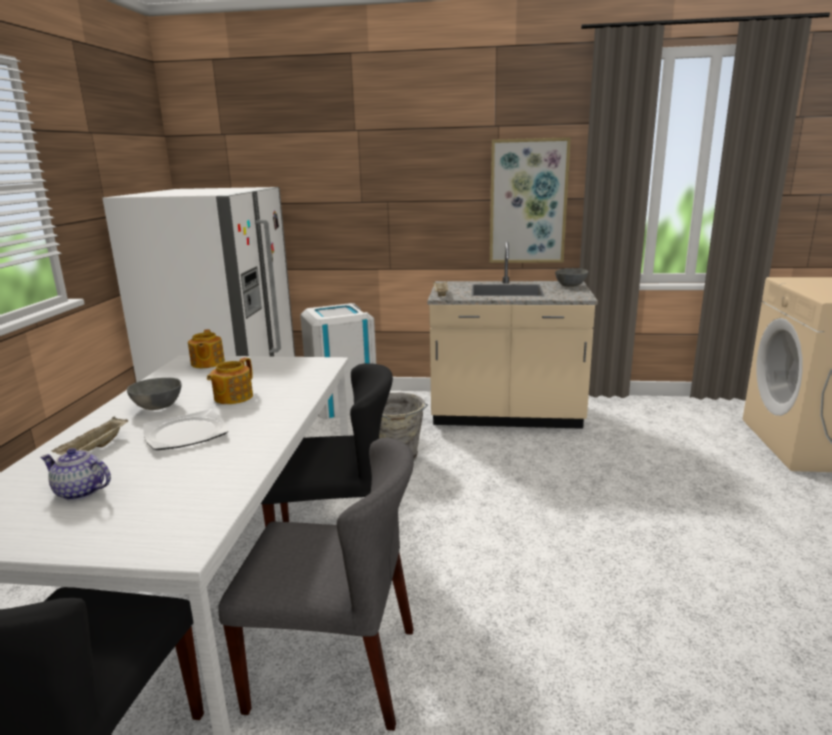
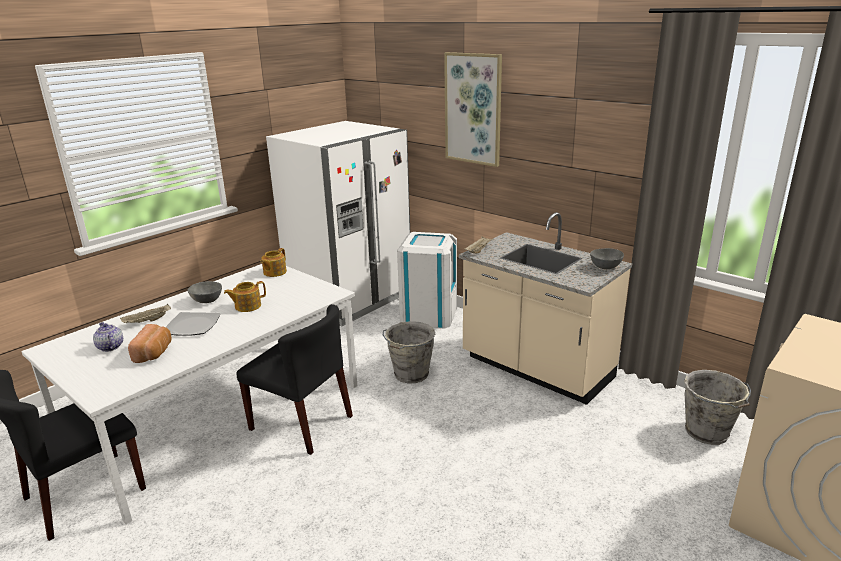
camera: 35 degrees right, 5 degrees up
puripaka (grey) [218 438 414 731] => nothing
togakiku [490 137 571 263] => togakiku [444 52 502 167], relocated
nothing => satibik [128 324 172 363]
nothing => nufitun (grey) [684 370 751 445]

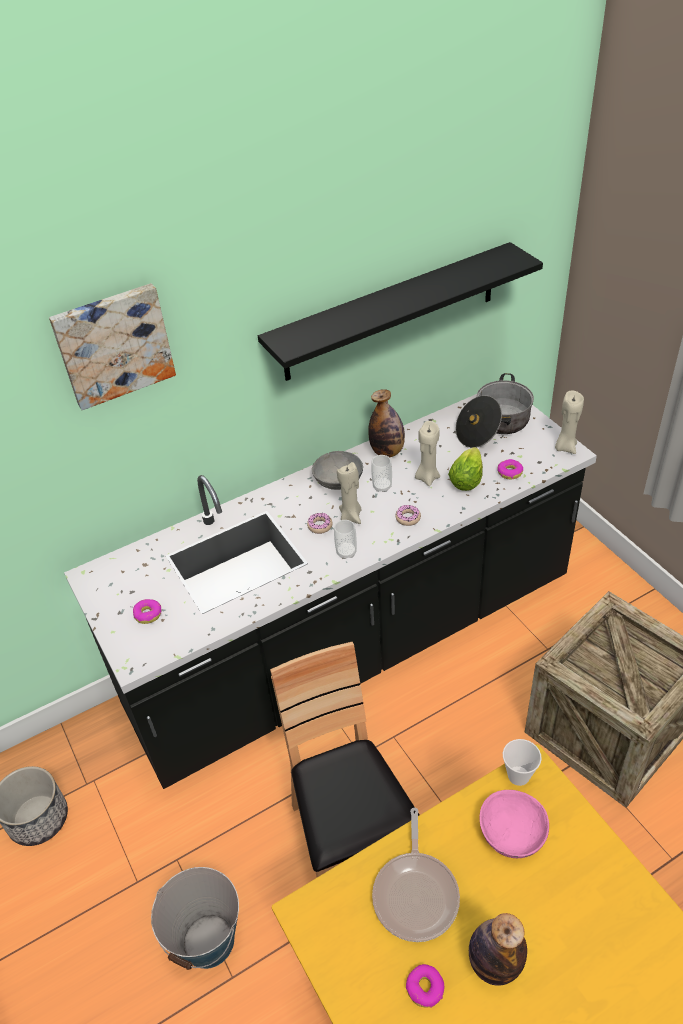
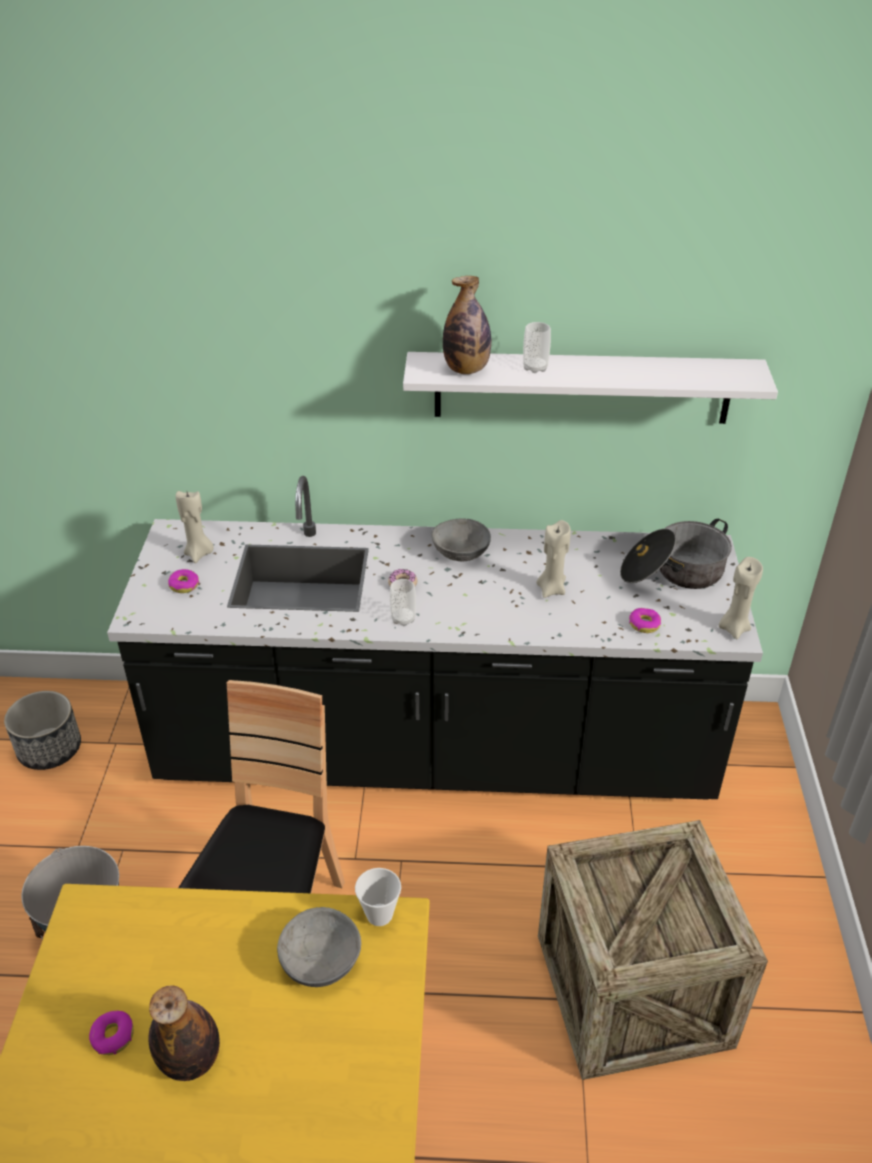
camera: 30 degrees right, 5 degrees down
togakiku [49 283 176 410] => nothing
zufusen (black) [258 242 543 381] => zufusen (white) [403 352 778 424]
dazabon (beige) [337 462 362 524] => dazabon (beige) [176 491 214 563], relocated
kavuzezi [369 389 405 457] => kavuzezi [443 276 491 374], relocated
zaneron [371 455 392 492] => zaneron [523 322 551 373], relocated
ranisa [372 808 460 942] => nothing
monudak [395 505 421 526] => nothing
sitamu [448 447 483 491] => nothing
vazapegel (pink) [480 790 549 858] => vazapegel (grey) [277 907 361 987]

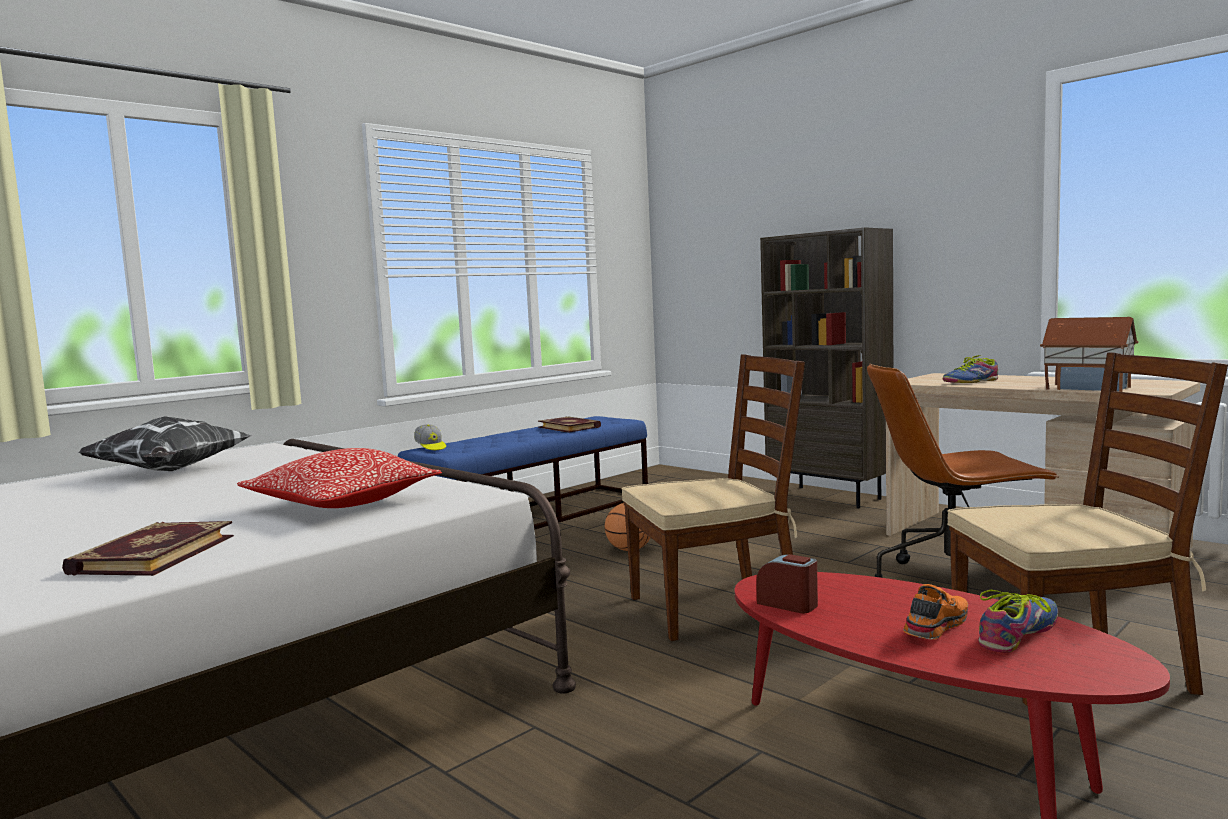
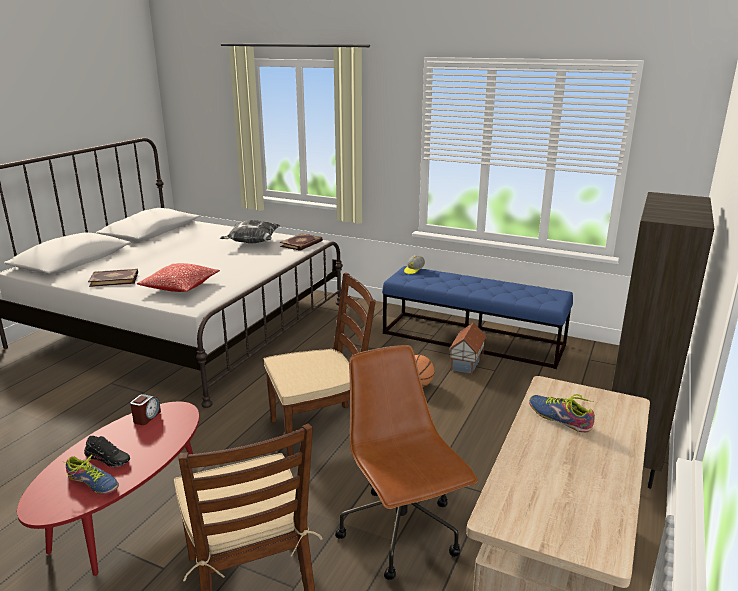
camera: 70 degrees right, 15 degrees up
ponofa [538 416 601 433] => ponofa [280 233 323 251], relocated
puripaka (brown) [622 354 805 641] => puripaka (brown) [264 273 376 457], 75 degrees counterclockwise
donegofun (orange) [903 584 968 640] => donegofun (black) [84 436 130 467]
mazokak [1040 317 1138 392] => mazokak [449 322 487 375], relocated

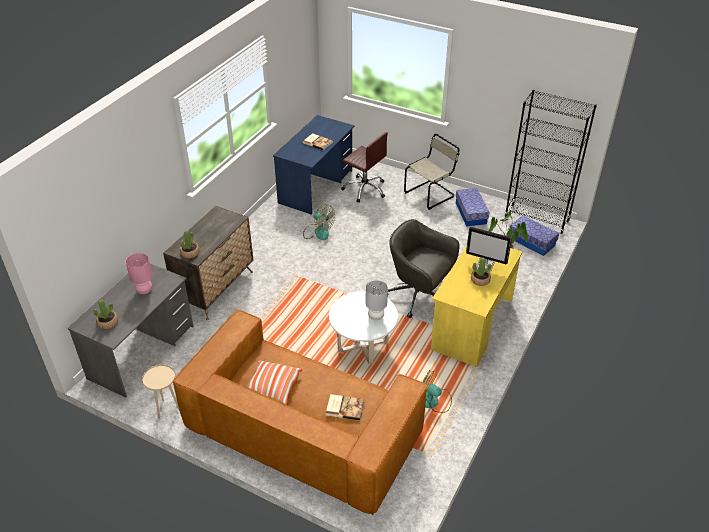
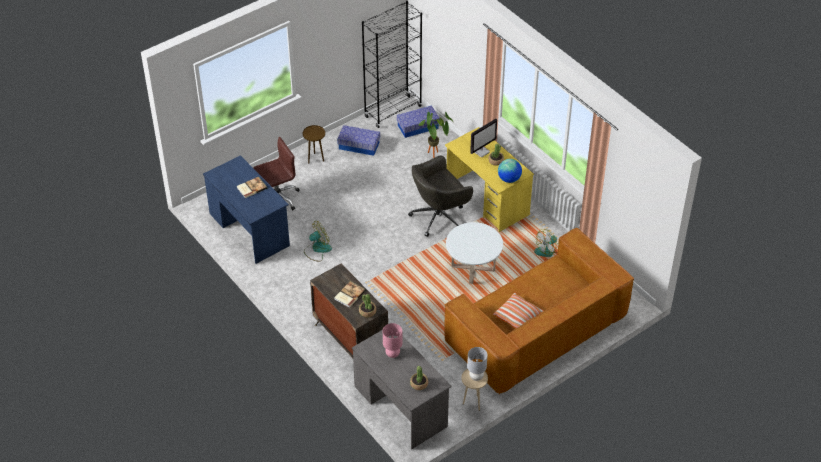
camera: 65 degrees left, 5 degrees up
ponofa [325 394 364 420] => ponofa [334 281 366 308], relocated
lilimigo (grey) [365 280 388 321] => lilimigo (grey) [467 347 487 381], relocated
puripaka (beige) [404 134 460 210] => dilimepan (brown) [303 125 325 164]
nothing => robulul [498 159 522 183]

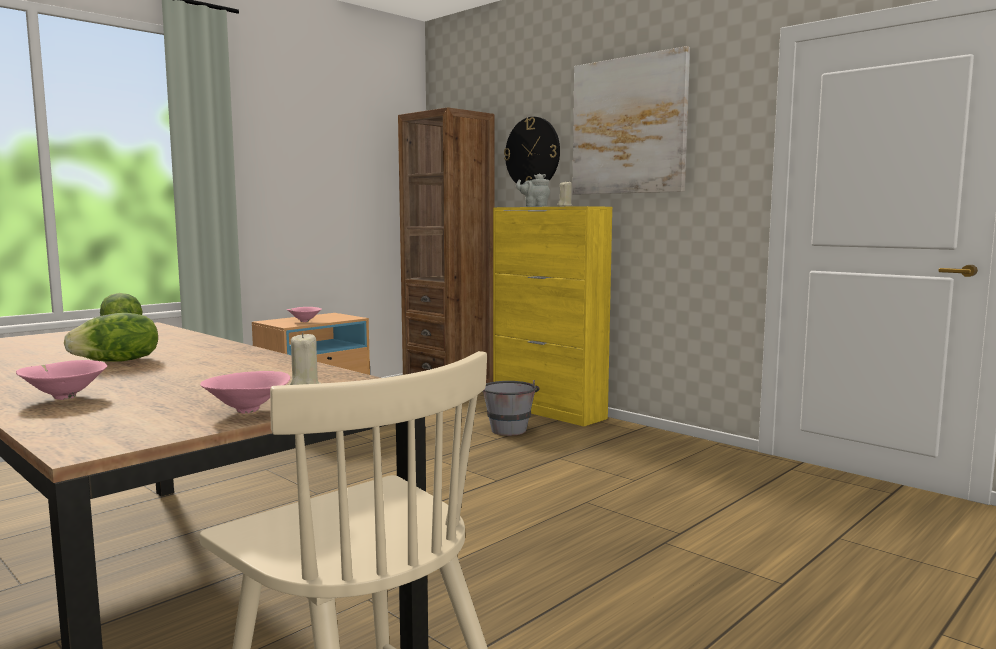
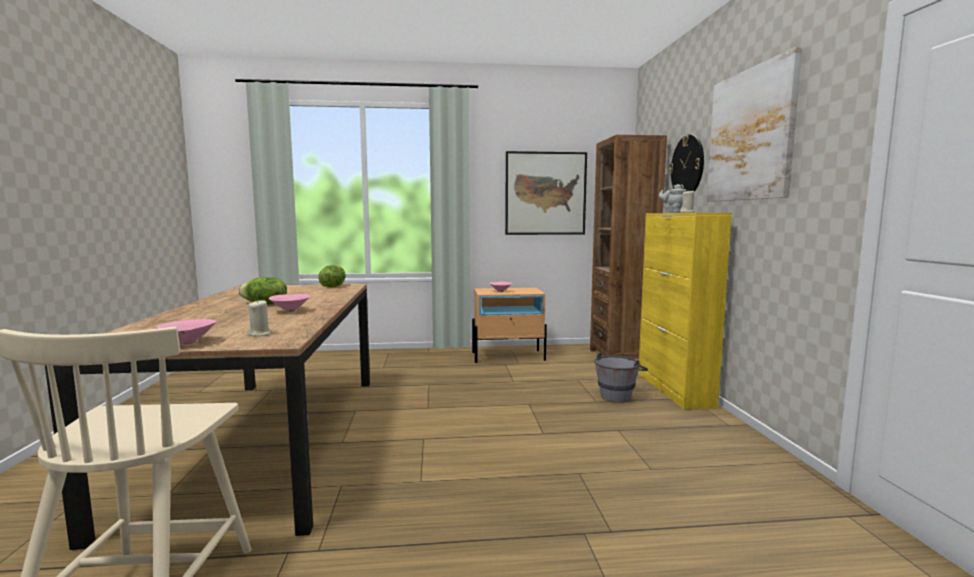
camera: 40 degrees right, 0 degrees up
vazapegel (pink) [16 360 107 400] => vazapegel (pink) [269 294 310 312], relocated
nothing => togakiku [505 151 587 235]

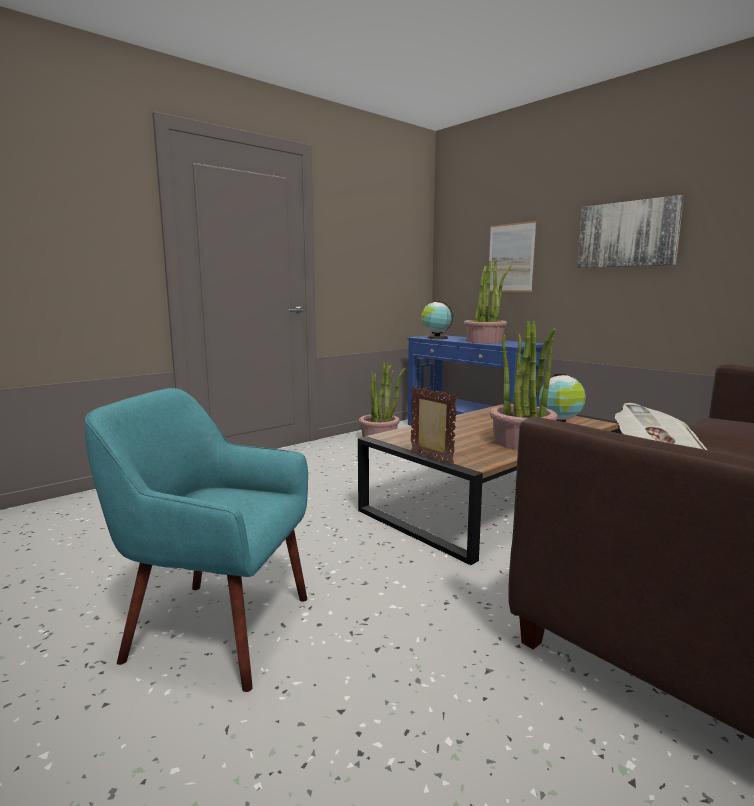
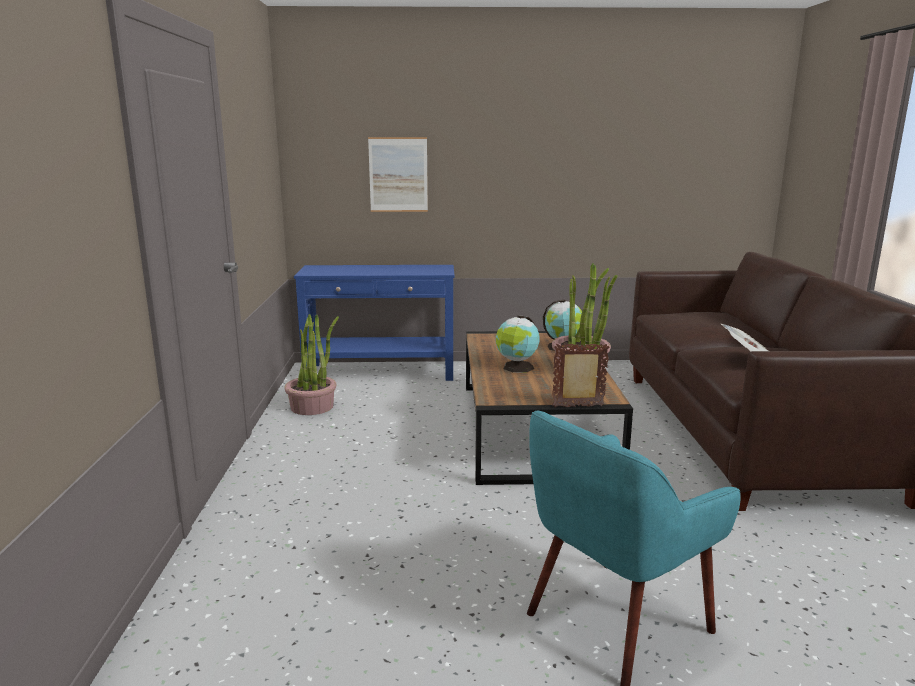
camera: 50 degrees left, 5 degrees up
robulul [421 301 453 339] => robulul [496 315 539 373], relocated
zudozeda [464 260 511 344] => nothing
togakiku [577 195 684 268] => nothing

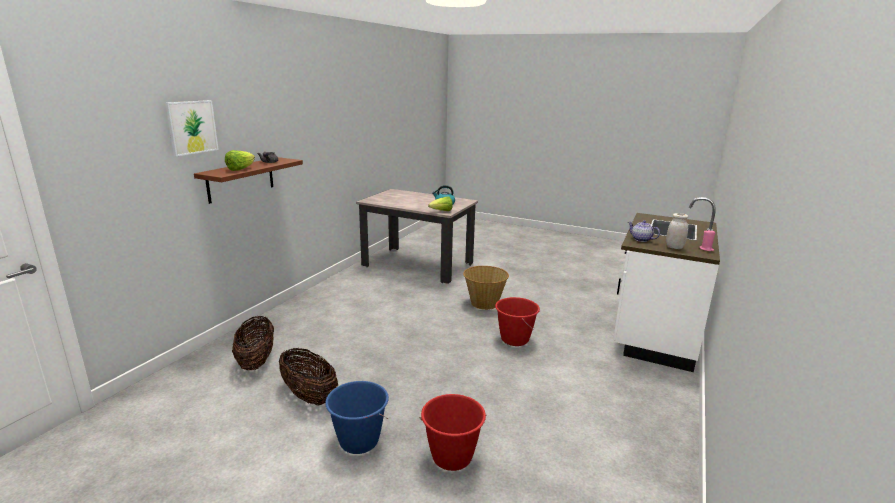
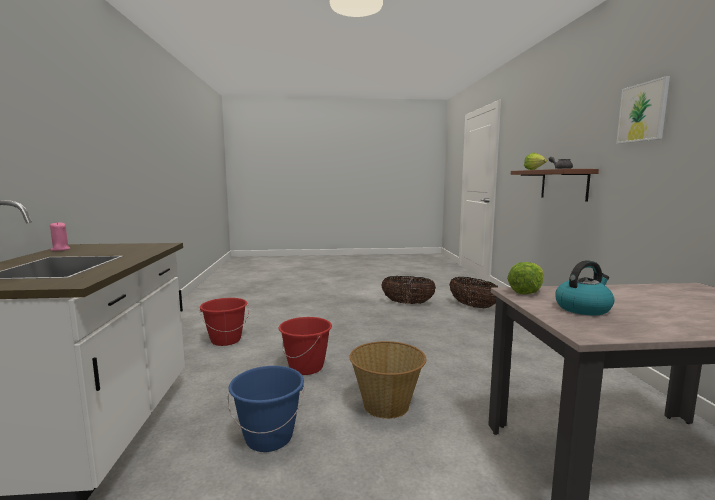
camera: 150 degrees right, 10 degrees down
togakiku [165 100 219 156] => togakiku [616 76 670 144], relocated
nufitun (blue) [325 381 389 454] => nufitun (blue) [228 366 304 452], relocated
nufitun (red) [420 394 486 471] => nufitun (red) [200 298 249 346], relocated
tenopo [628 220 660 242] => nothing
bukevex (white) [666 213 688 249] => nothing

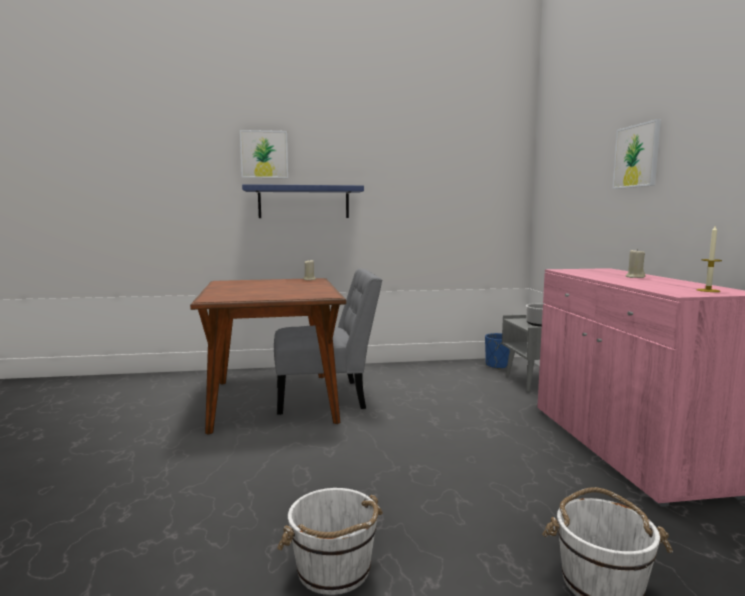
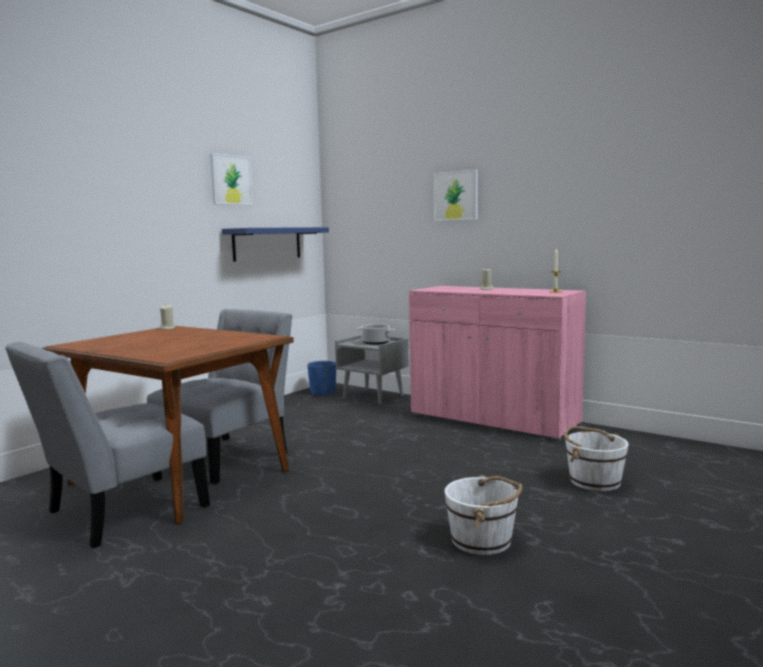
camera: 45 degrees left, 0 degrees up
togakiku [240 130 288 178] => togakiku [210 153 253 205], relocated
zufusen (blue) [242 184 364 218] => zufusen (blue) [222 227 329 262], relocated
nothing => puripaka (grey) [5 342 210 548]

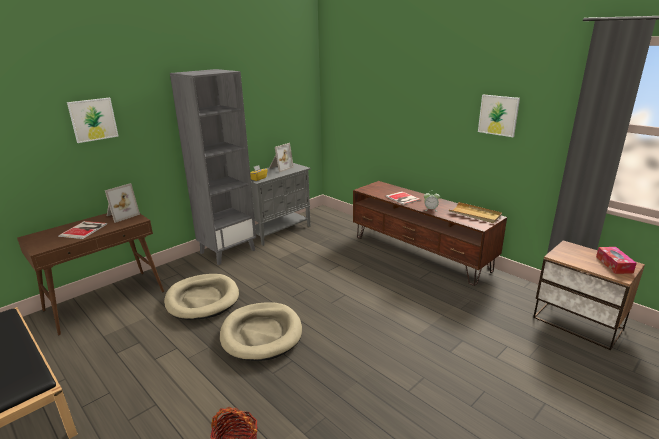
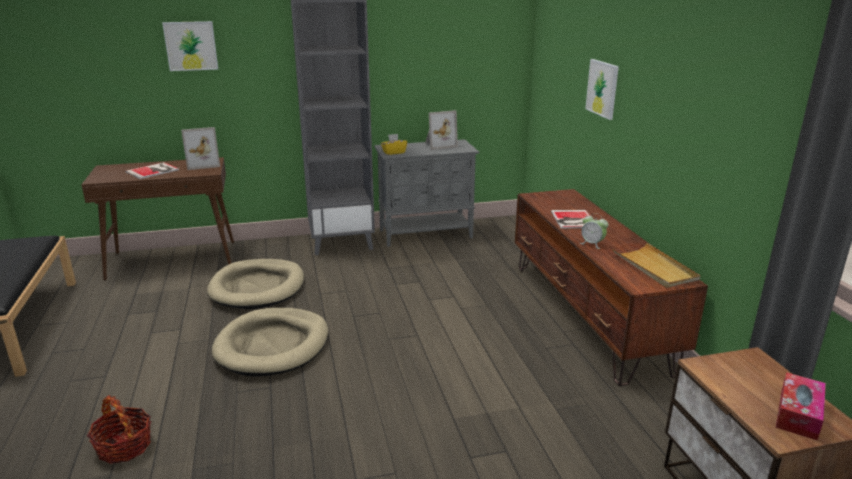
camera: 30 degrees right, 0 degrees up
togakiku [478 94 520 137] => togakiku [585 59 619 120], relocated

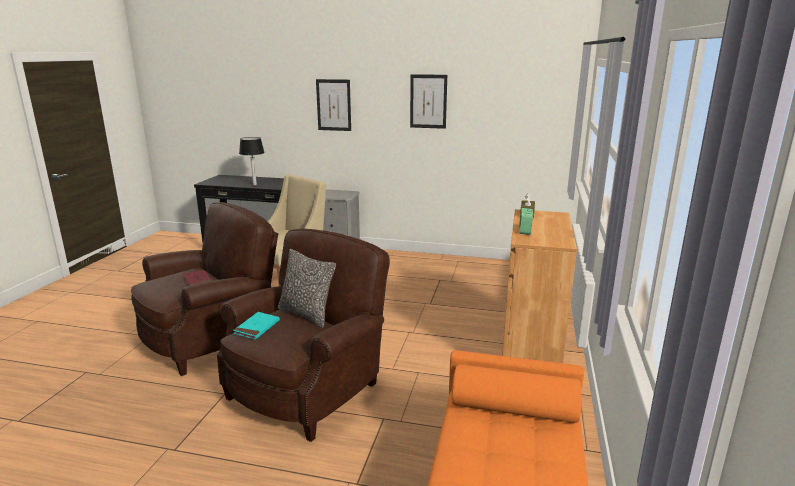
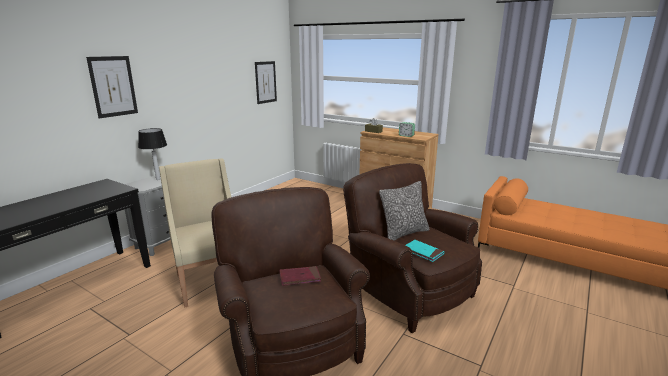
camera: 70 degrees left, 0 degrees up
lilimigo [239 137 265 185] => lilimigo [138 128 167 180], relocated
togakiku [410 74 447 129] => togakiku [255 61 277 104], relocated

